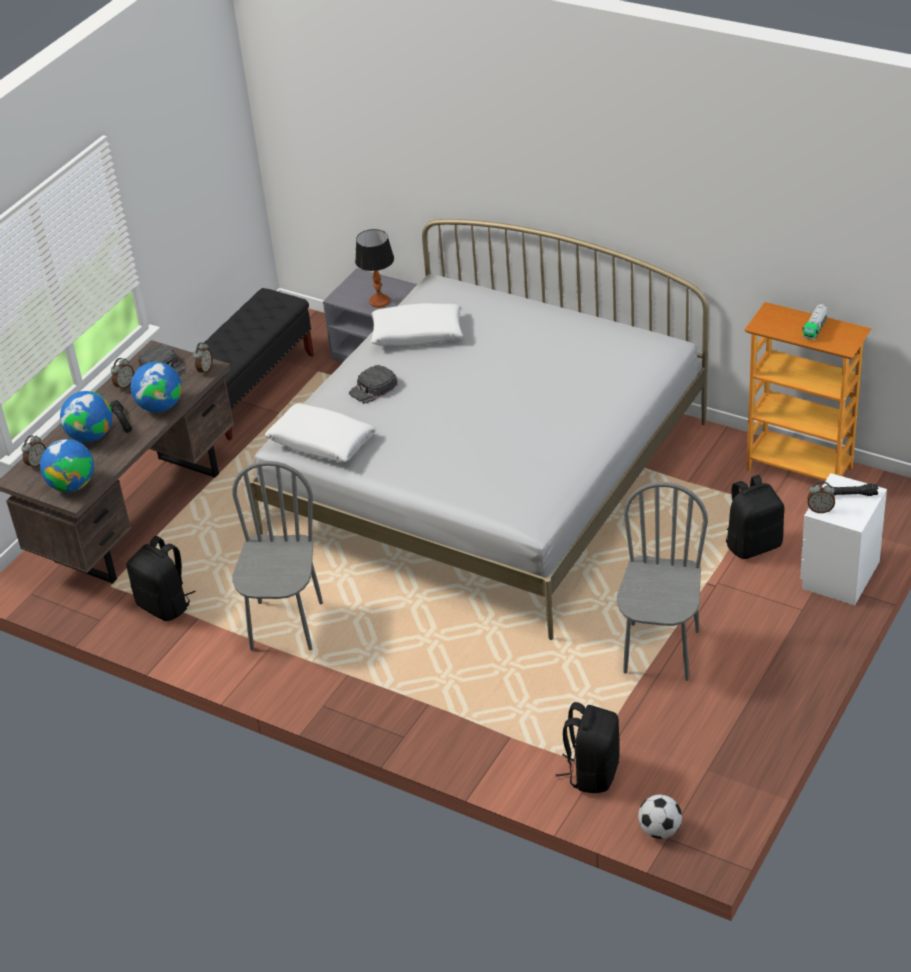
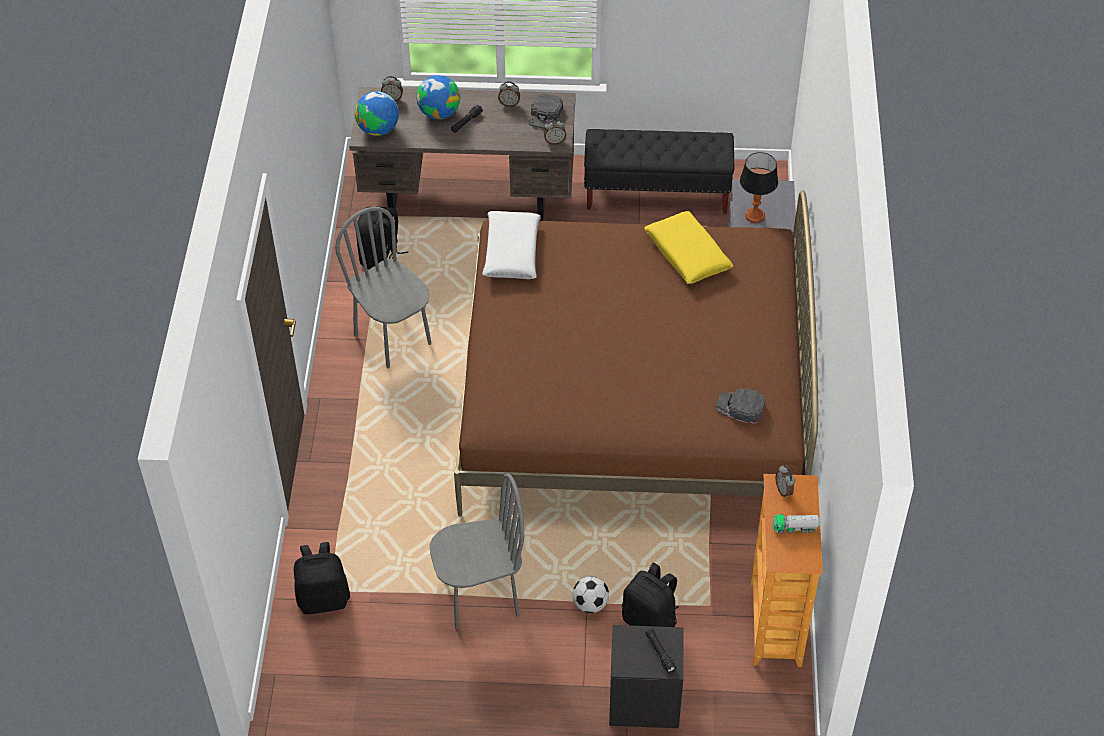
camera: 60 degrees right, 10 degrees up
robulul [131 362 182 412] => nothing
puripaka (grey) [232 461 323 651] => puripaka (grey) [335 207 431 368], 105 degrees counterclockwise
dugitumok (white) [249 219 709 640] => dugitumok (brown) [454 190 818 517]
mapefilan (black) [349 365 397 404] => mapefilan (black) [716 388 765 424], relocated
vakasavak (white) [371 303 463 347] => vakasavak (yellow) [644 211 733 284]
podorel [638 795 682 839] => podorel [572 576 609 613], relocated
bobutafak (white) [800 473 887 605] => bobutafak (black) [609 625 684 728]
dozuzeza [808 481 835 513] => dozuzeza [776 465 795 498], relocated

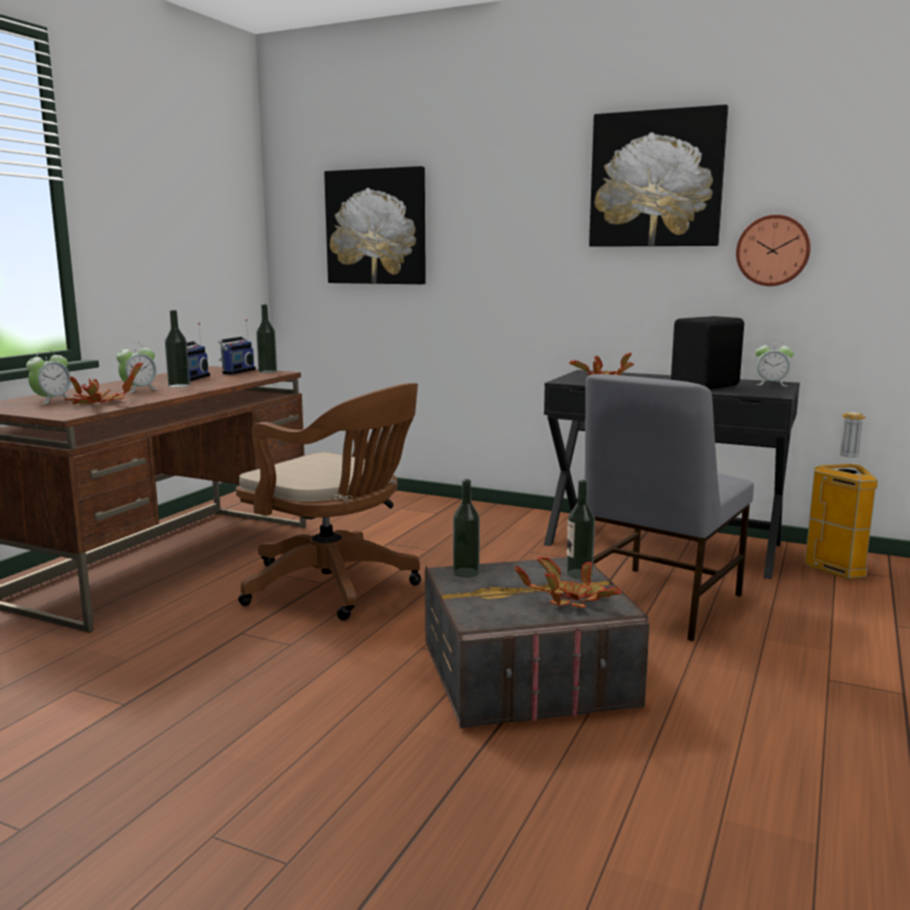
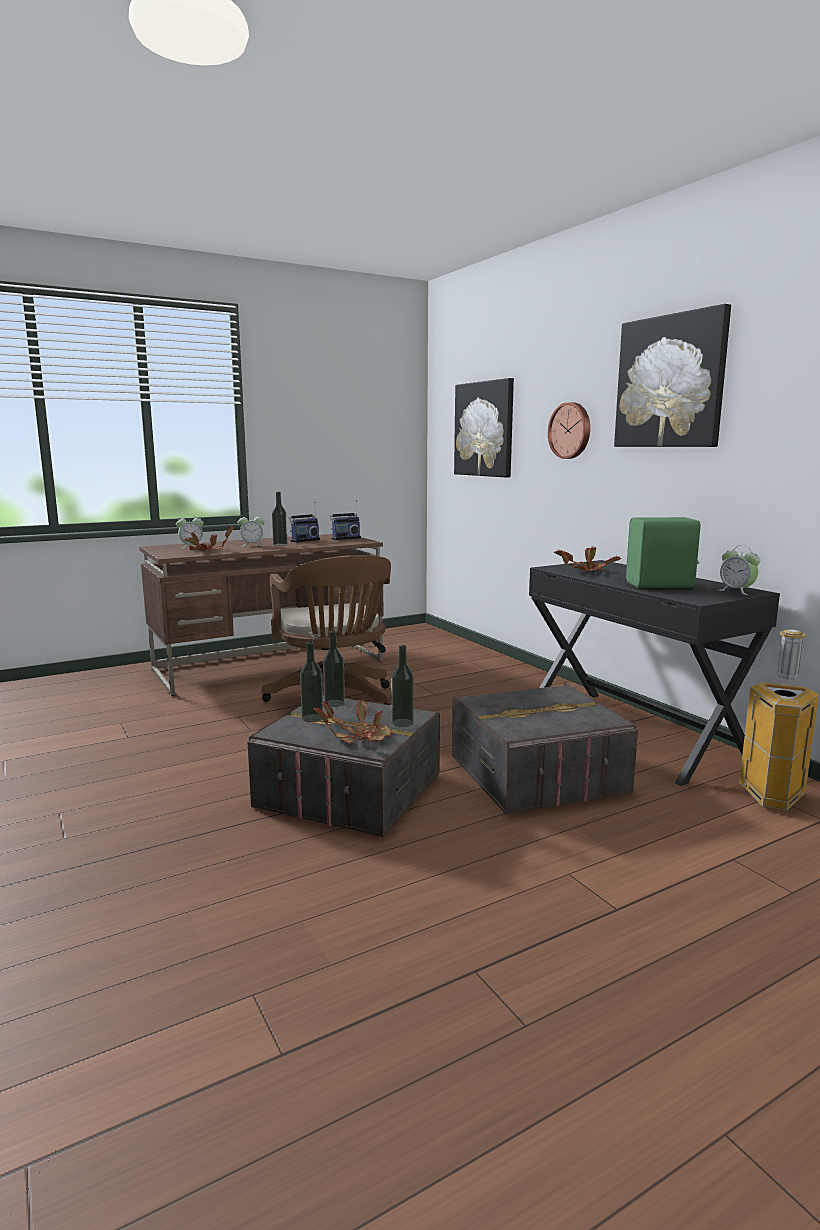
camera: 35 degrees right, 0 degrees up
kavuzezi [256 304 277 373] => kavuzezi [300 642 323 722], relocated
puripaka (grey) [585 374 754 641] => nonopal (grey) [452 682 638 815]
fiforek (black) [671 316 744 389] => fiforek (green) [626 517 701 588]
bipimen [736 215 811 286] => bipimen [548 402 590 459], relocated

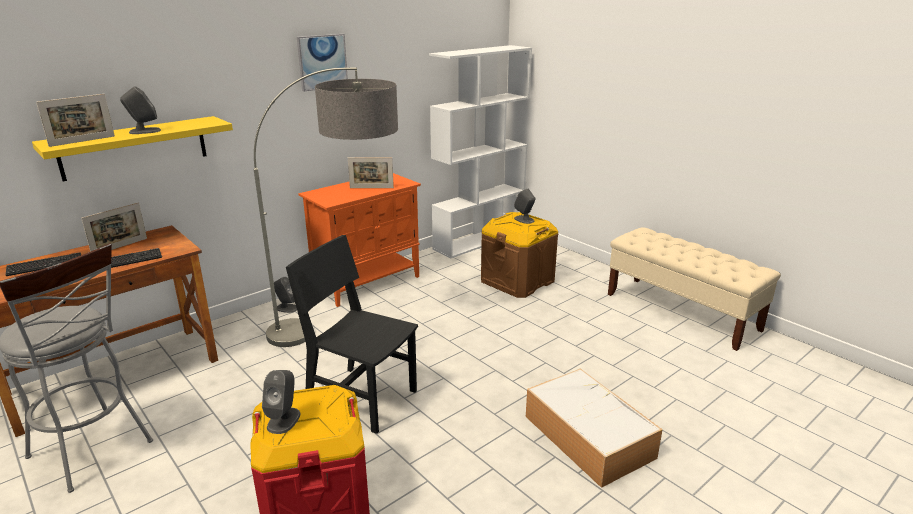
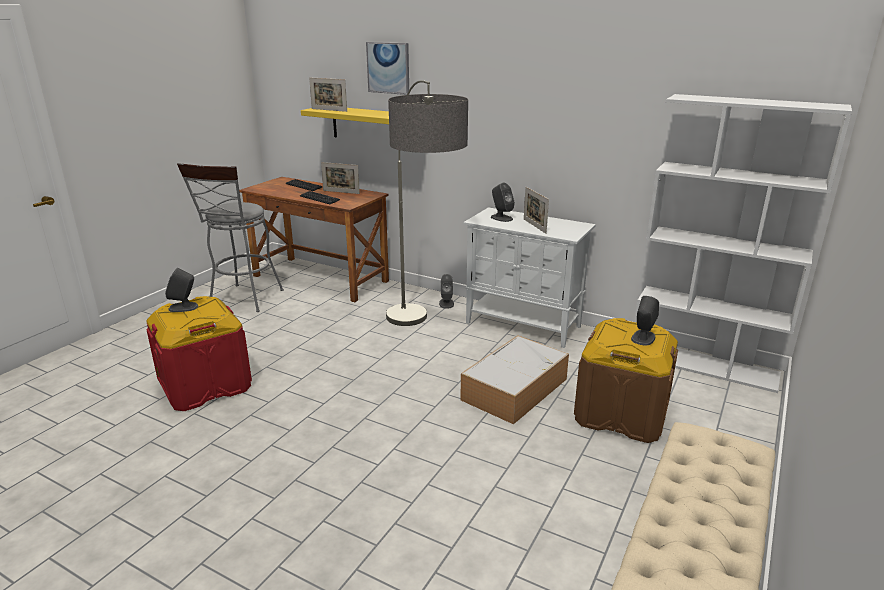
camera: 70 degrees right, 0 degrees up
fiforek (grey) [120 86 161 134] => fiforek (grey) [491 183 515 222], relocated
puripaka (black) [286 235 418 434] => nothing
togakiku [297 34 348 91] => togakiku [366 42 409 95], relocated
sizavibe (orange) [298 173 421 307] => sizavibe (white) [463 207 596 348]
nonopal [526 368 663 488] => nonopal [460 335 569 424], relocated

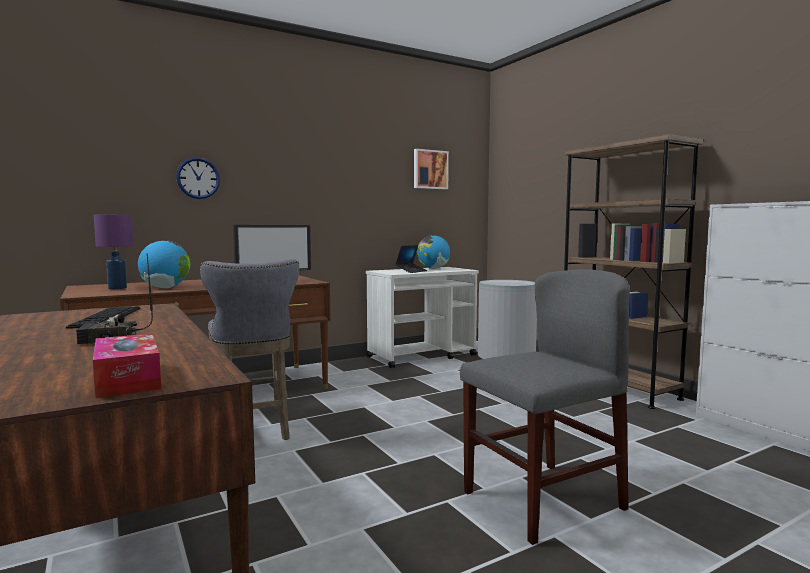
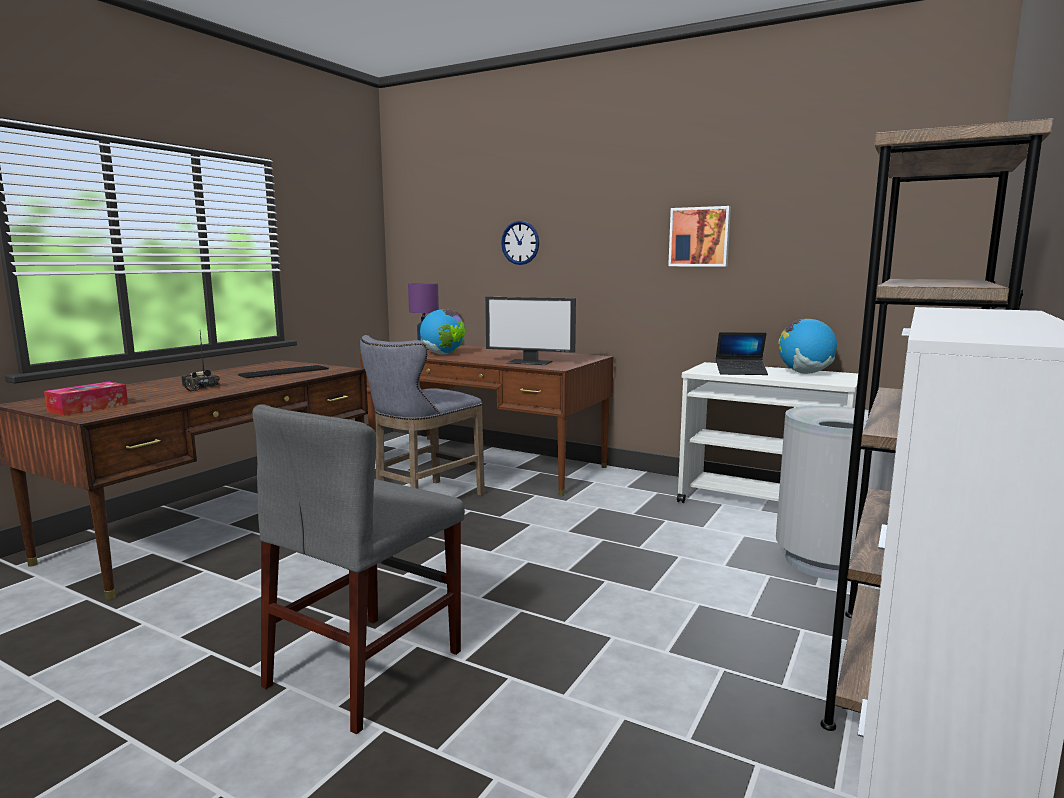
camera: 60 degrees right, 5 degrees up
togakiku [414 149 449 189] => togakiku [668 206 731 267], relocated
puripaka (grey) [460 269 630 545] => puripaka (grey) [252 404 465 734], 90 degrees clockwise

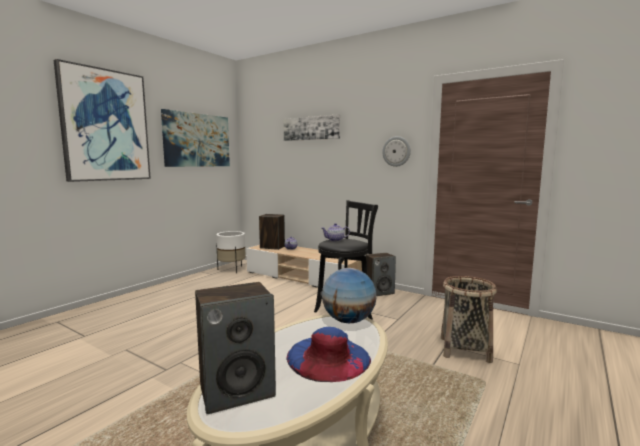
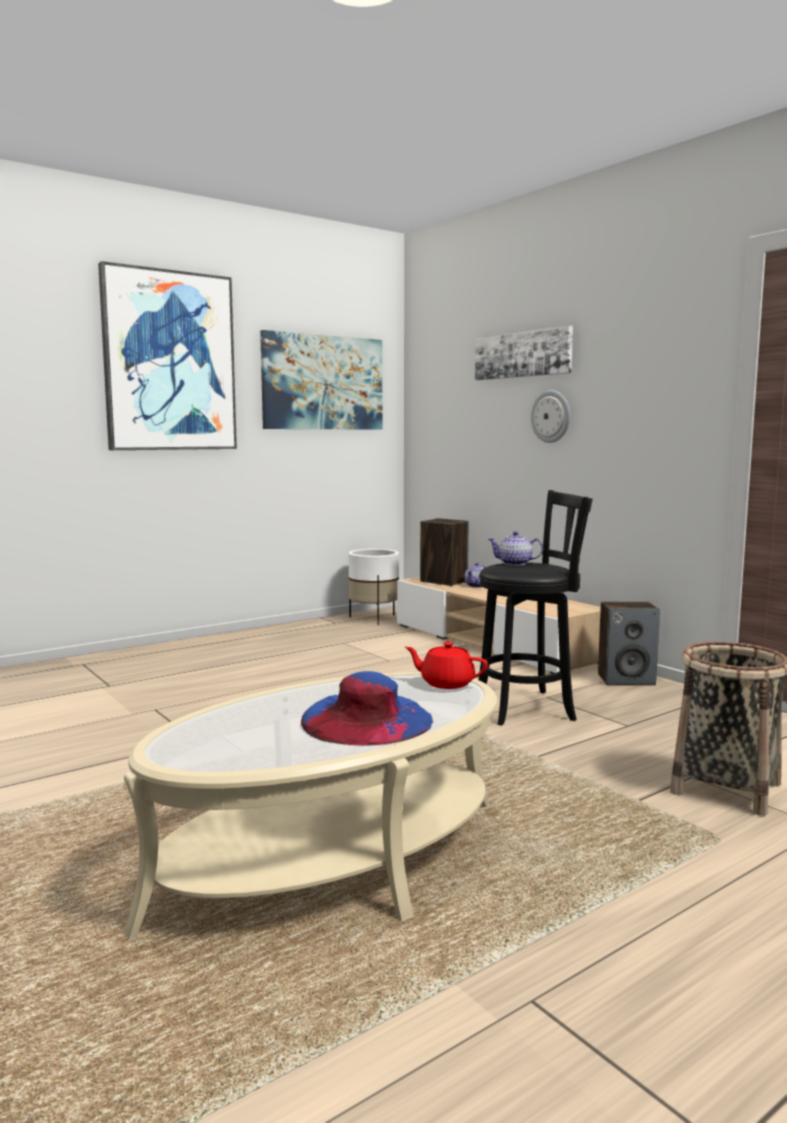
camera: 20 degrees right, 0 degrees up
fiforek [195 282 276 414] => nothing
robulul [322 268 377 323] => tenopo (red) [405 642 488 689]
bipimen [382 136 411 167] => bipimen [531 390 570 443], relocated

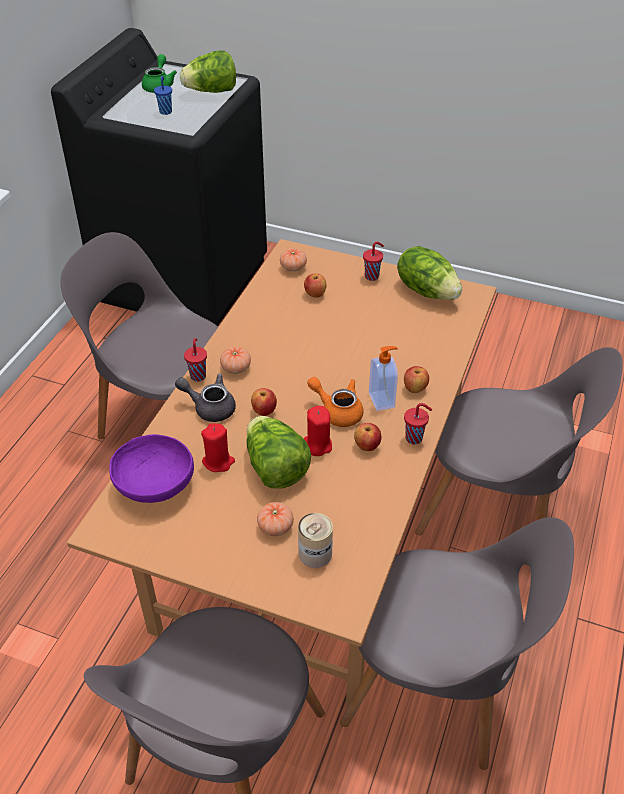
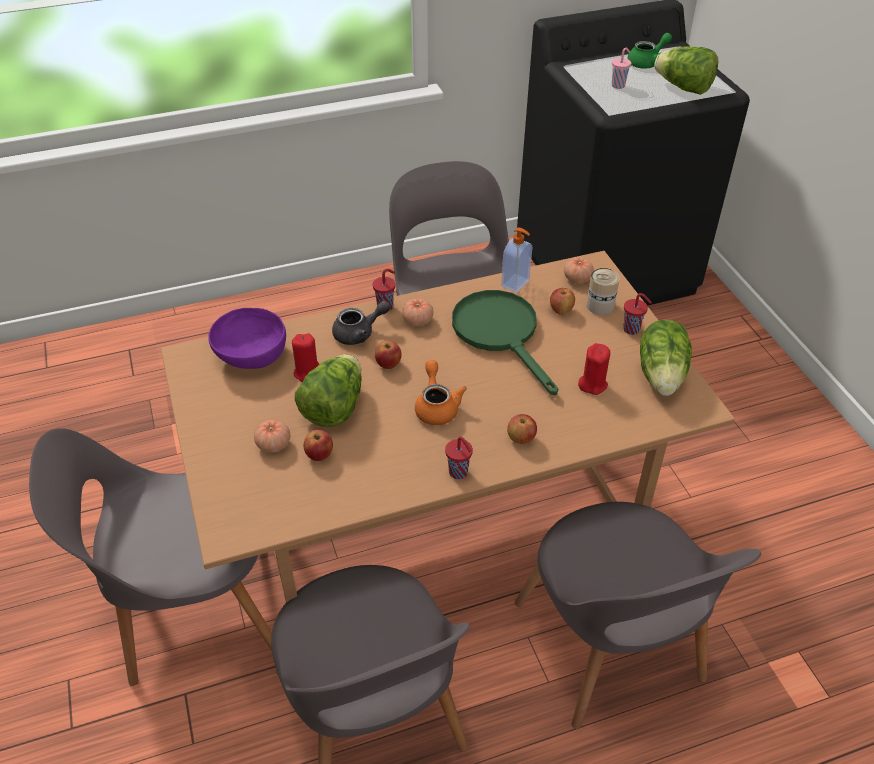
camera: 50 degrees right, 0 degrees up
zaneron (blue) [154 75 172 115] => zaneron (pink) [612 48 631 89]
tenopo (grey) [175 373 236 422] => tenopo (grey) [332 300 391 345], 90 degrees clockwise
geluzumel [298 513 333 568] => geluzumel [587 268 620 315], relocated
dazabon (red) [304 406 332 456] => dazabon (red) [578 343 610 395], relocated
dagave [354 423 381 451] => dagave [304 430 333 461], relocated
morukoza [369 346 398 411] => morukoza [501 227 532 293], relocated
nothing => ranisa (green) [452 290 558 395]

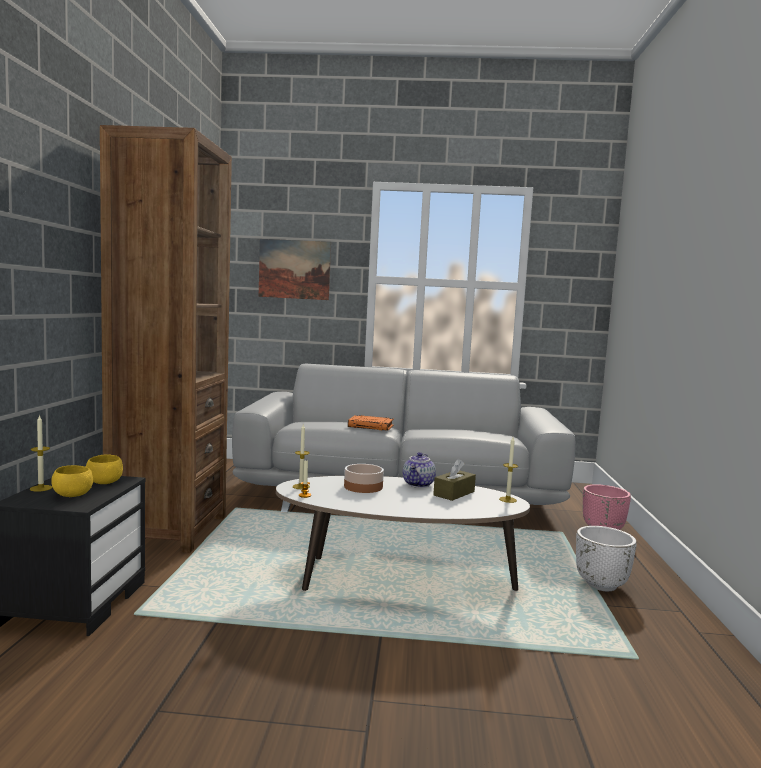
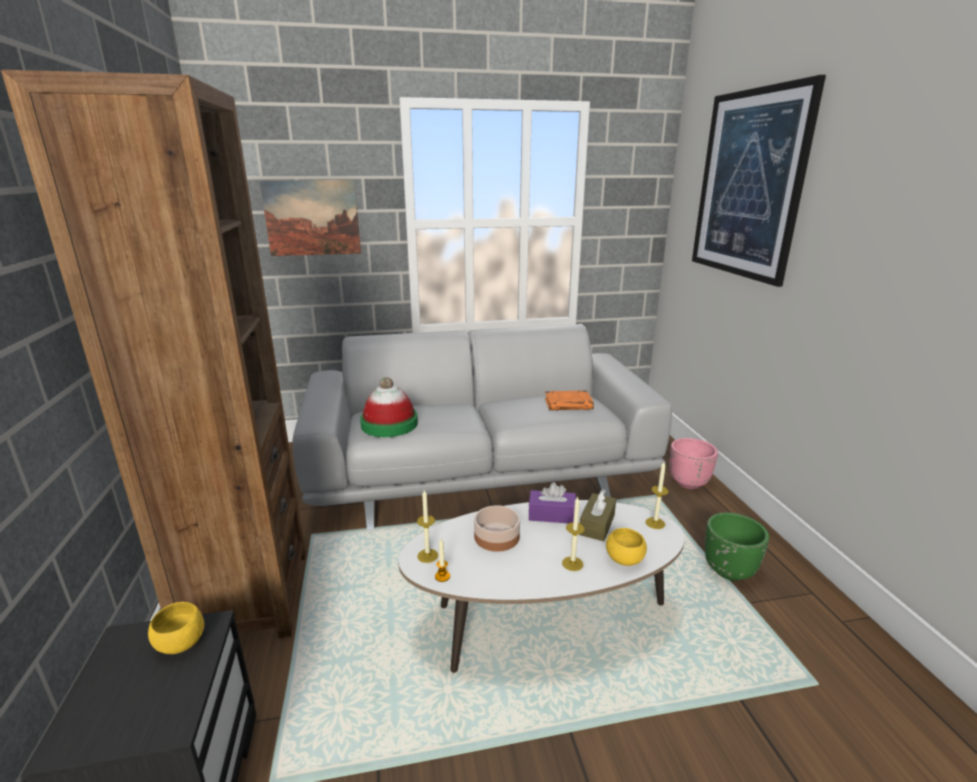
camera: 15 degrees left, 15 degrees up
dazabon [30 415 53 492] => dazabon [562 497 585 571], relocated
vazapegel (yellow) [51 465 93 497] => vazapegel (yellow) [606 528 647 566], relocated
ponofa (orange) [348 415 394 431] => ponofa (orange) [545 390 594 411], relocated
tenopo [403 452 436 488] => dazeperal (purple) [528 482 576 523]
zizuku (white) [576 526 637 591] => zizuku (green) [705 513 769 581]
nothing => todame [360 377 418 437]
nothing => togakiku [692 75 826 287]

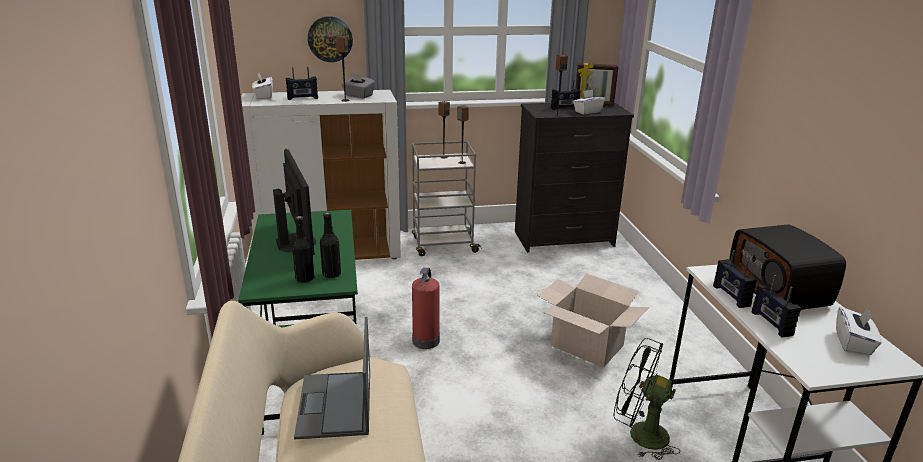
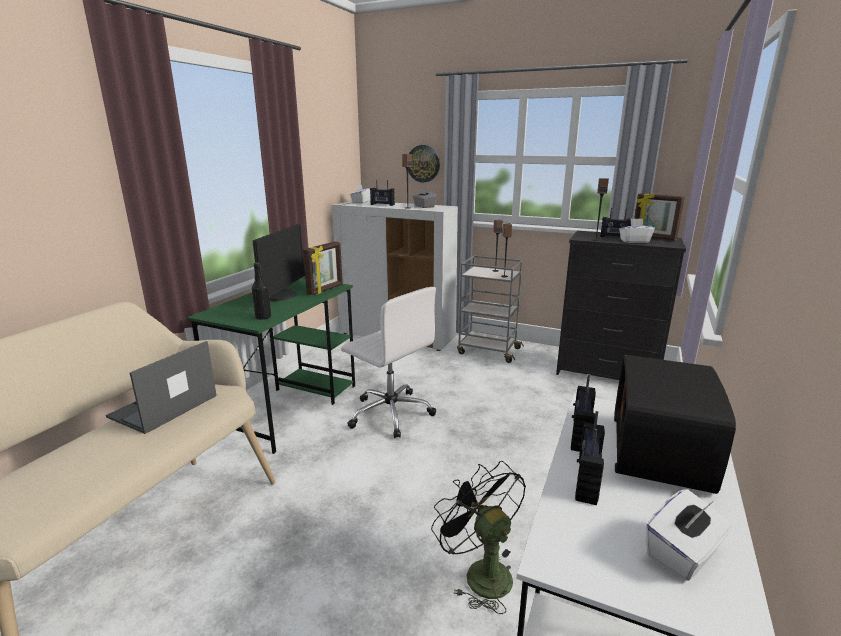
camera: 35 degrees right, 5 degrees down
kavuzezi (black) [292 216 314 283] => nothing
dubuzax [412 267 440 349] => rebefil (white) [341 287 436 438]
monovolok [537 273 649 367] => nothing
nothing => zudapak [303 242 343 295]

